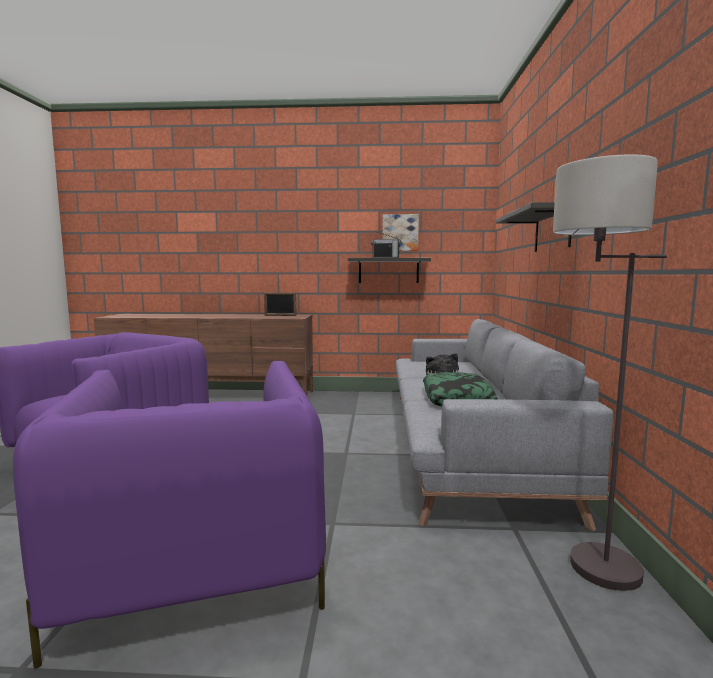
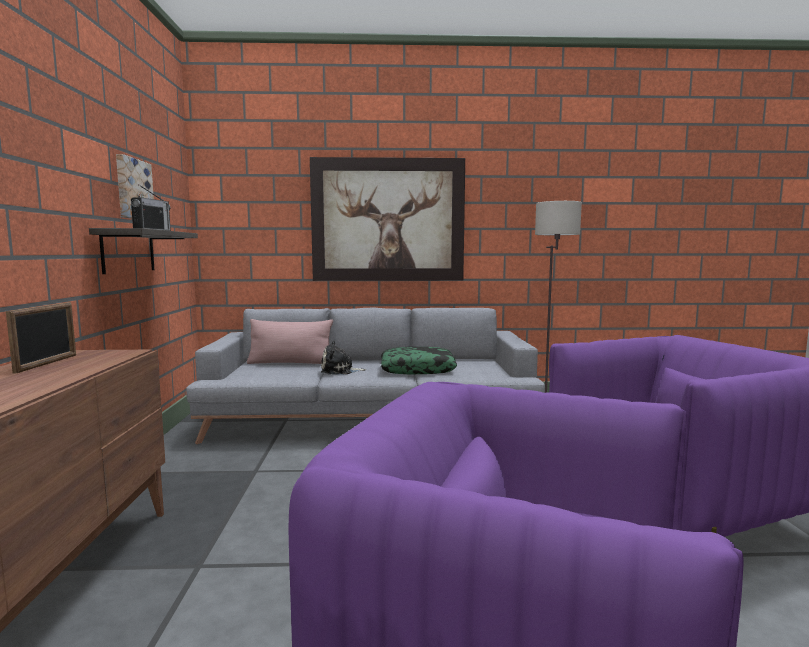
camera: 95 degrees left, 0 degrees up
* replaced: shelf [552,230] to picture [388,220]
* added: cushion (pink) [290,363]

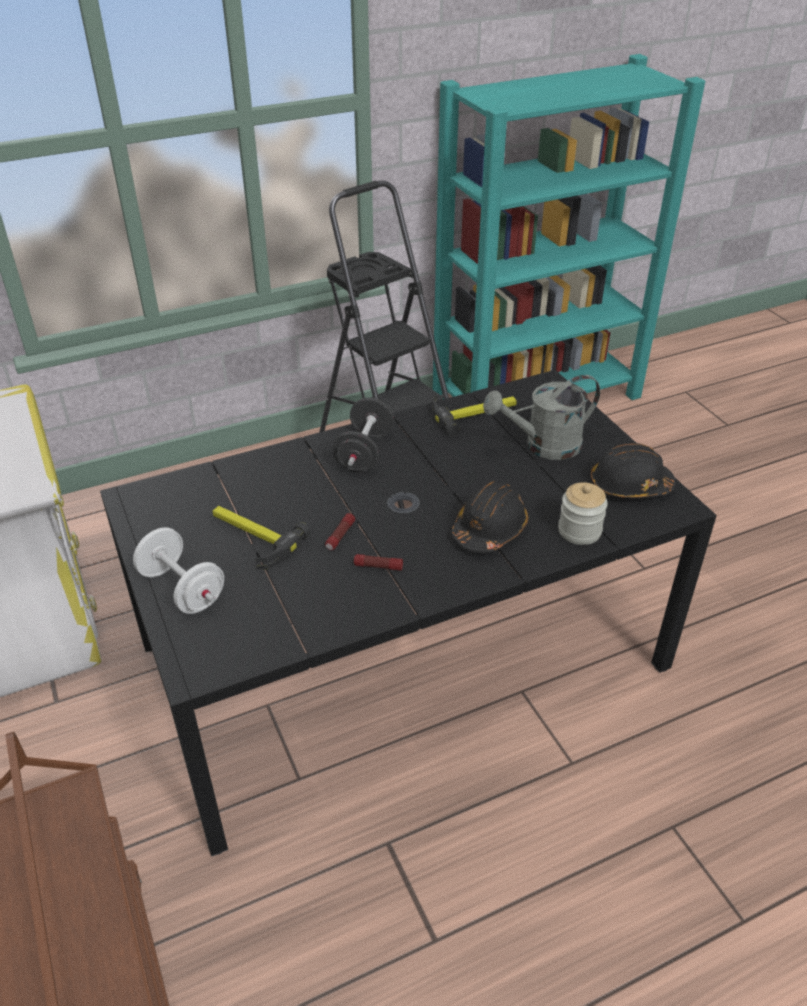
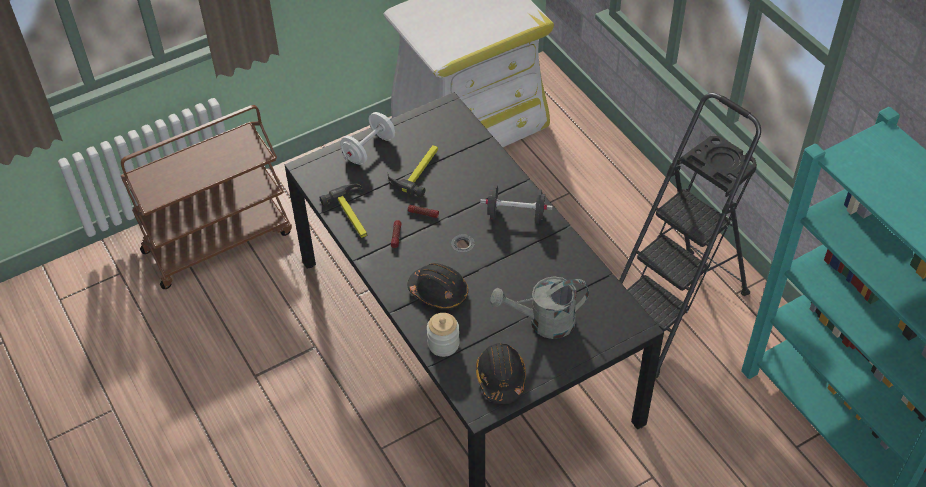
camera: 85 degrees right, 10 degrees up
* turned: watering can (greyish) [543,446] = [543,323] 75 degrees counterclockwise
* moved: tool hammer [474,413] to [353,215]

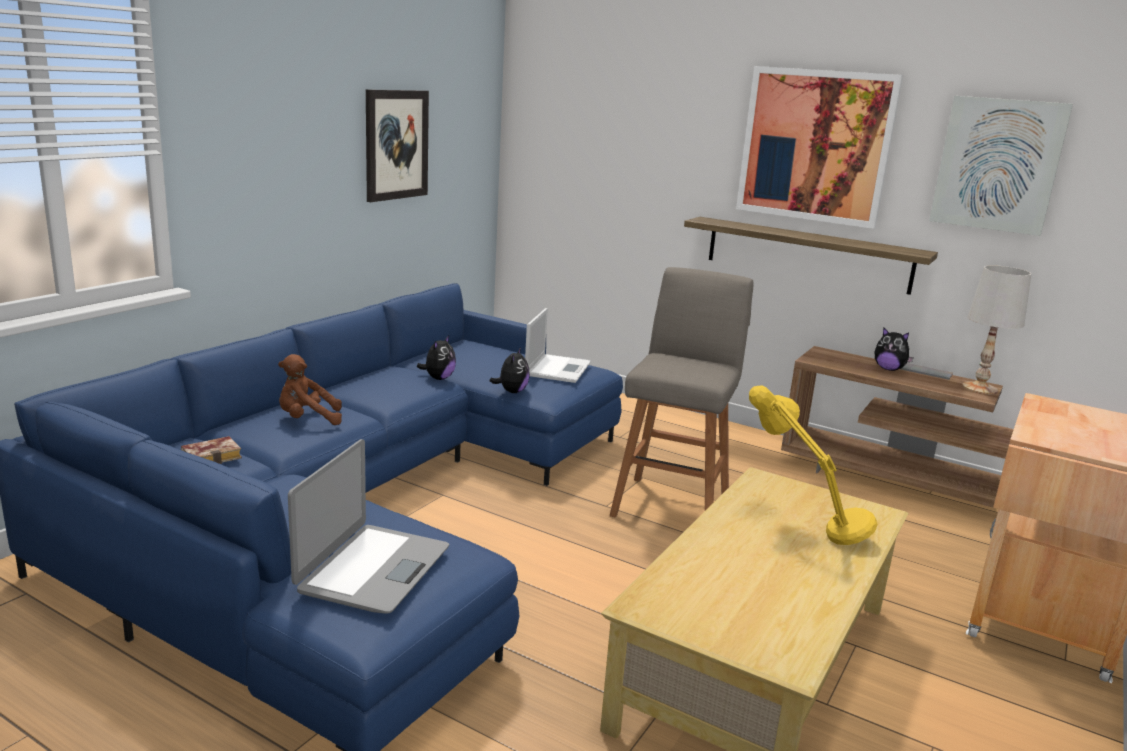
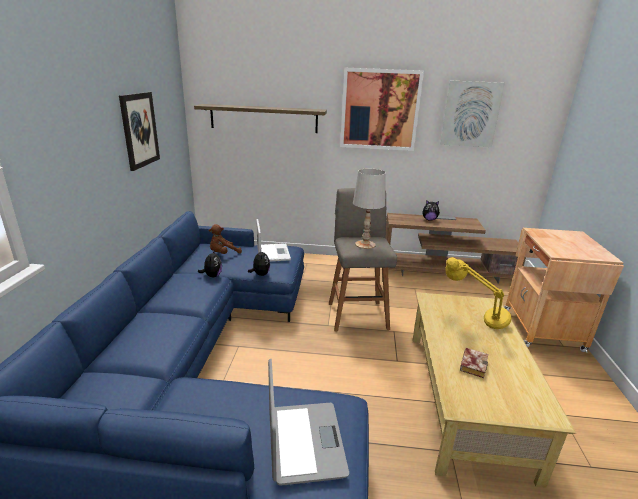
camera: 25 degrees left, 5 degrees up
* moved: shelf [807,254] to [263,118]
* moved: tabletop lamp (white) [980,388] to [365,244]
* moved: cuddly toy (brown-coloured) [307,420] to [223,254]
* moved: volume [213,456] to [472,364]

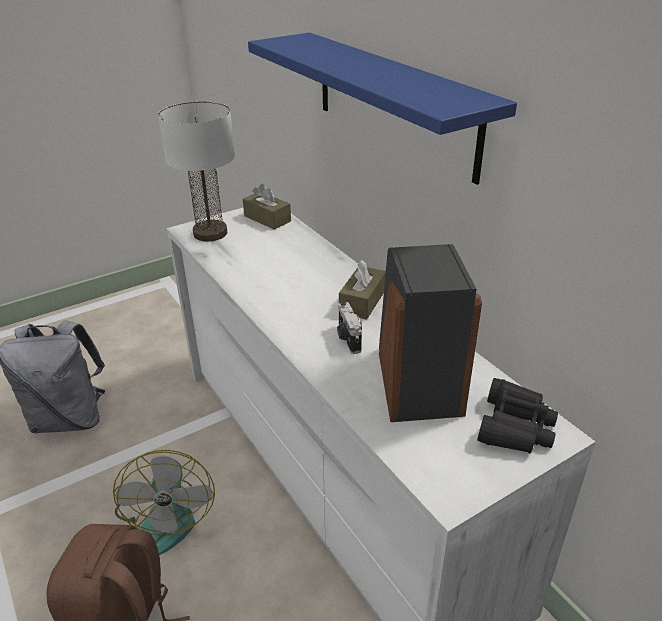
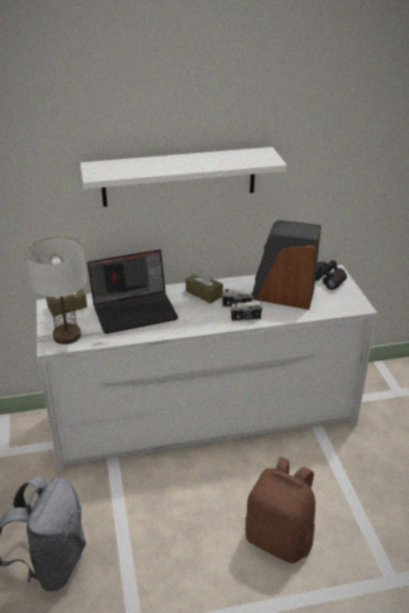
camera: 70 degrees left, 0 degrees up
* recoloured: shelf (blue-coloured) [393,102] to shelf (white) [179,177]
* removed: fan [166,517]
* added: notebook computer [135,310]
* added: still camera [246,319]

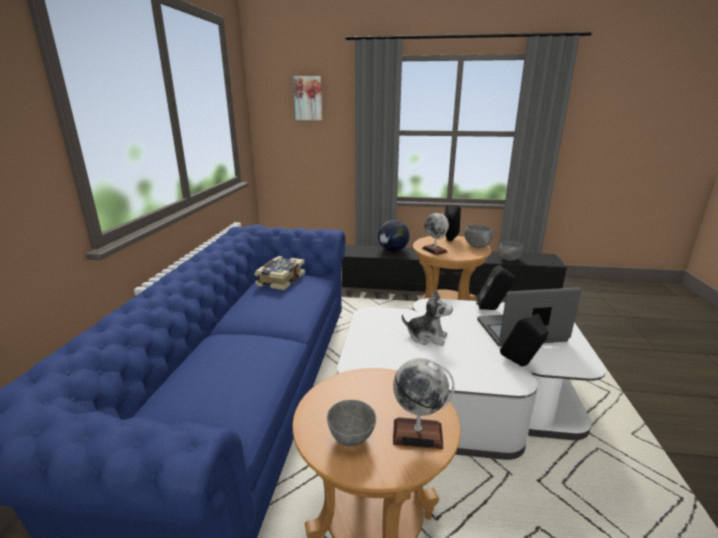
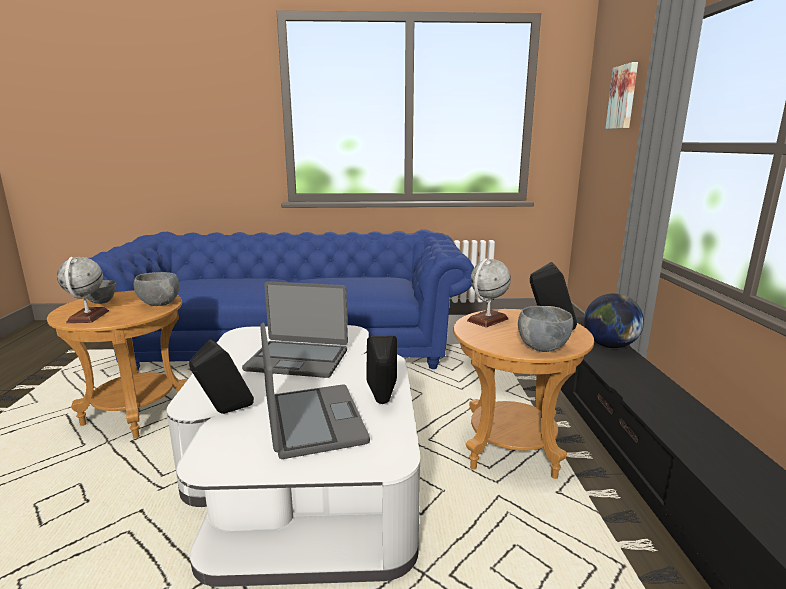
camera: 80 degrees right, 5 degrees down
* moved: bowl (greyish) [509,259] to [159,304]
* removed: volume [280,280]
* replaced: cuddly toy [427,337] to notebook computer [298,359]

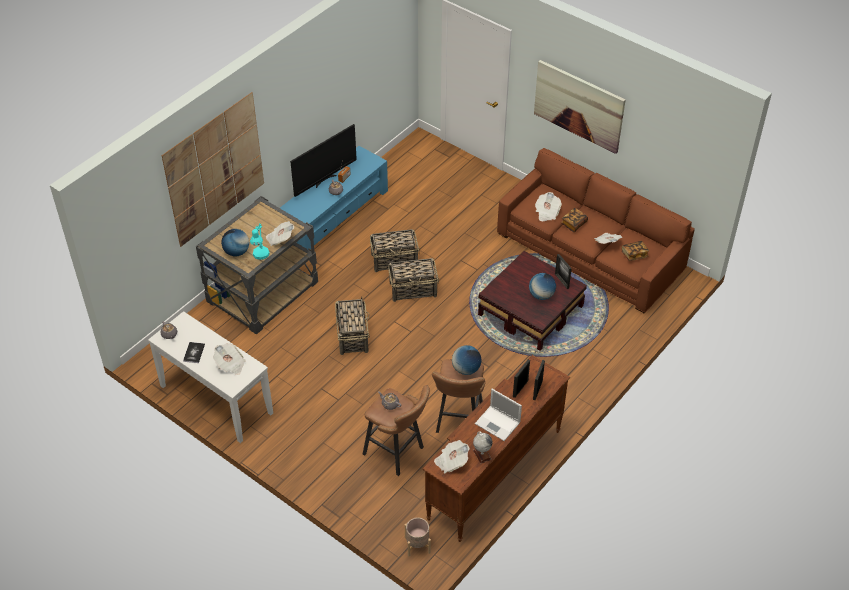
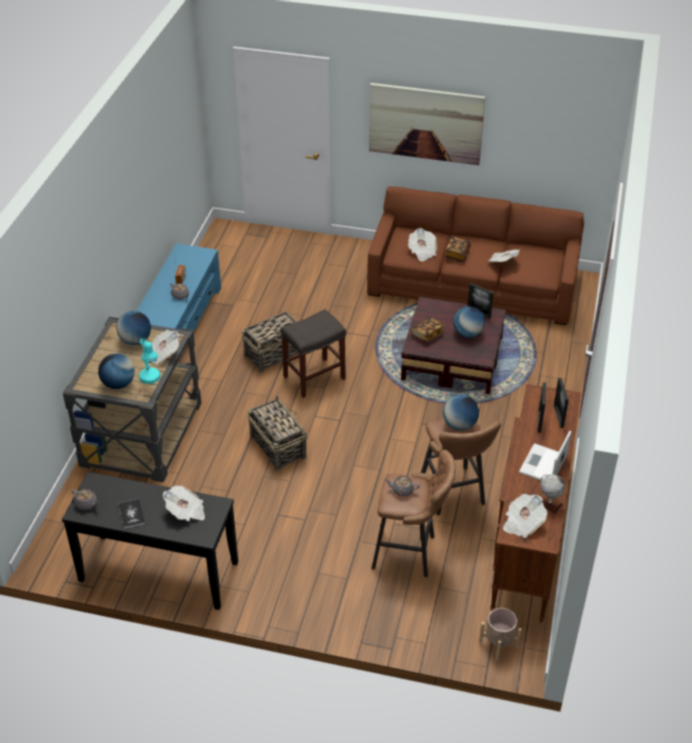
camera: 25 degrees left, 5 degrees down
* removed: picture [215,169]
* removed: TV [324,180]
* moved: volume [634,254] to [427,335]
* replaced: basket [413,289] to stool (greyish) [314,377]
* recoloured: hall table (white) [216,400] to hall table (black-coloured) [158,572]
* turned: notebook computer [498,423] = [543,465] 105 degrees clockwise
* added: globe [135,340]

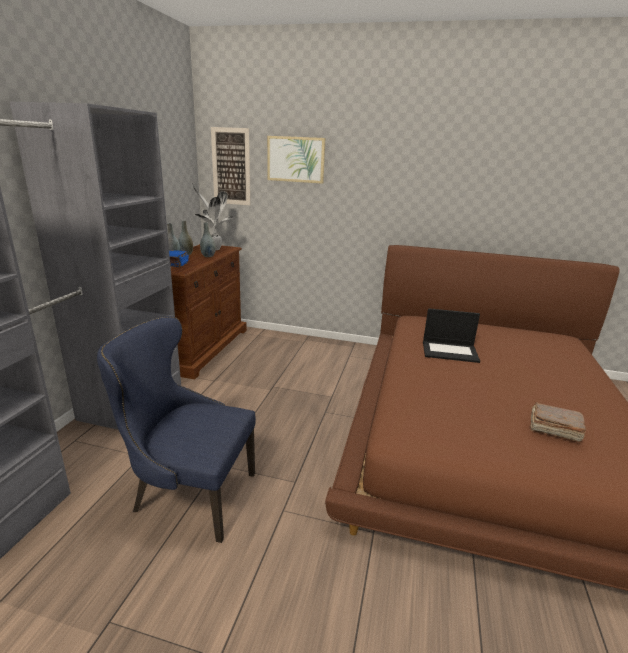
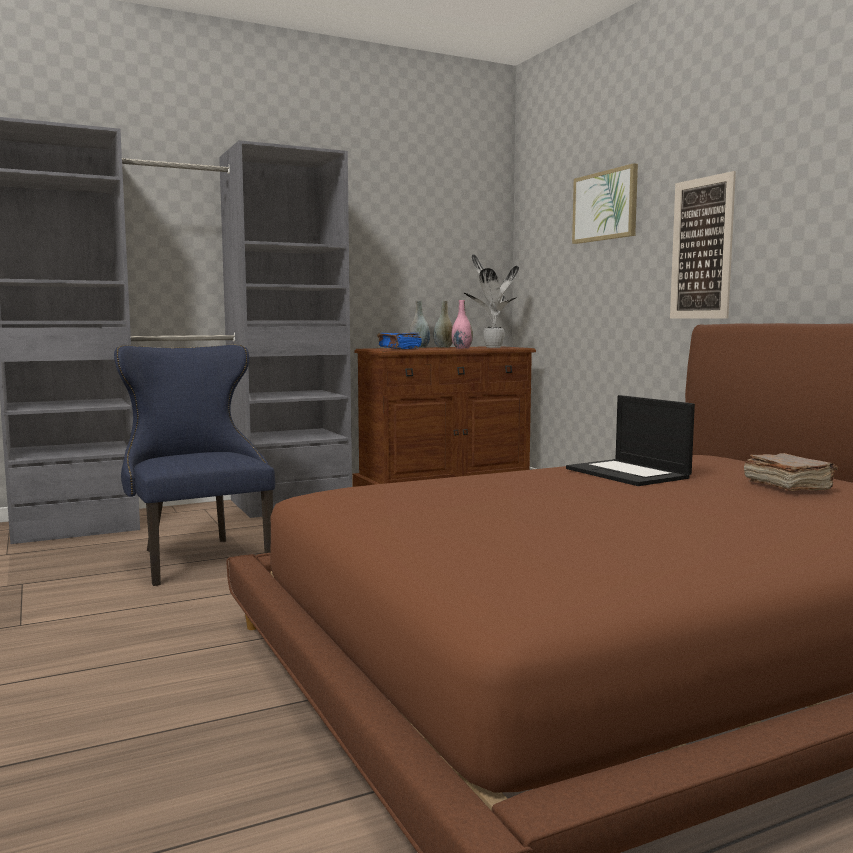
camera: 50 degrees right, 15 degrees down
* moved: picture [231,166] to [702,248]
* recoloured: flower vase (greyish) [208,256] to flower vase (pink) [462,348]
* moved: volume (brown-coloured) [553,429] to [787,486]

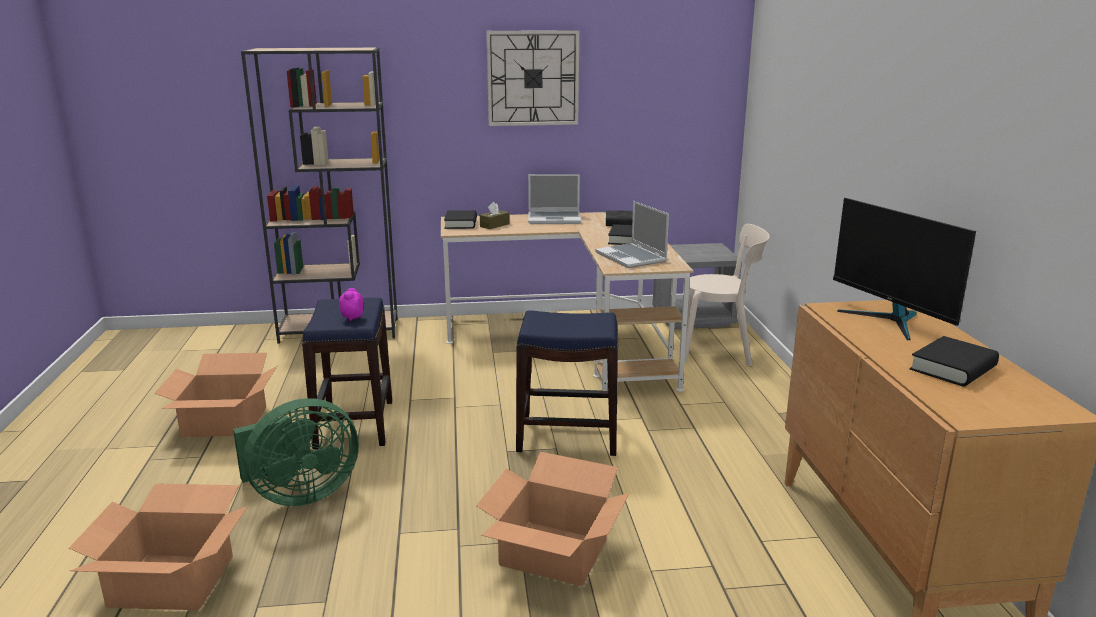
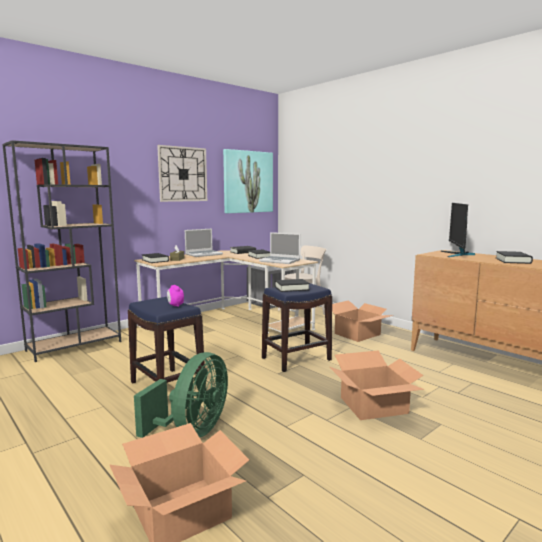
camera: 35 degrees left, 10 degrees down
* turned: monitor [891,320] = [457,254] 75 degrees clockwise
* moved: carton [225,422] to [358,334]
* added: picture [248,182]
* added: volume (black-coloured) [291,288]

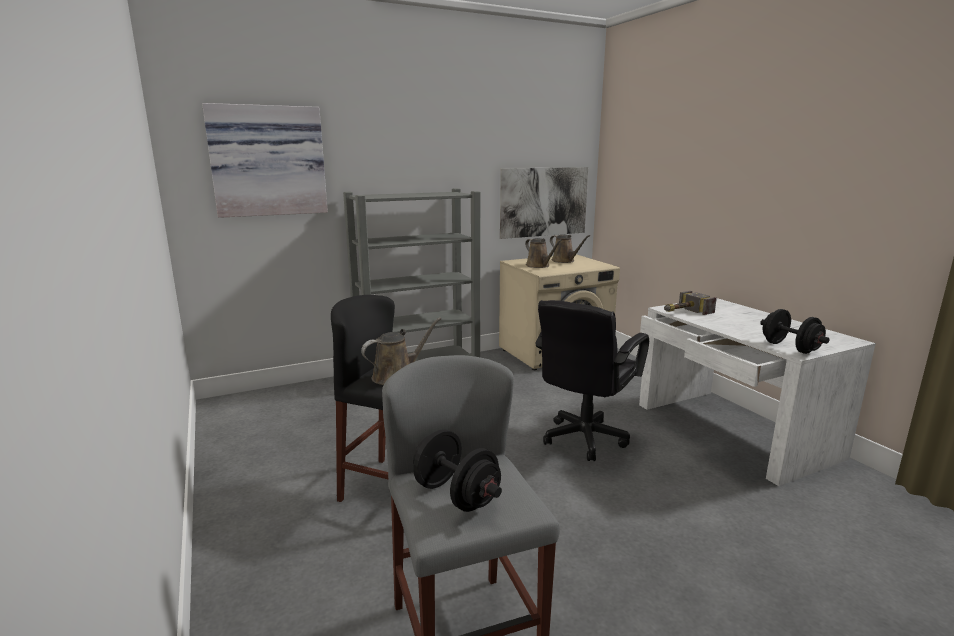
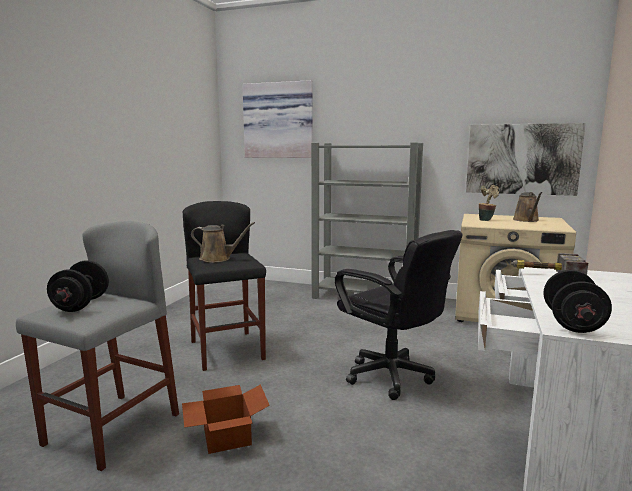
camera: 45 degrees right, 5 degrees down
* replaced: watering can (brown-coloured) [539,266] to potted plant [486,220]
* turned: desk chair (black-coloured) [583,442] = [394,379] 120 degrees counterclockwise
* added: carton [225,436]

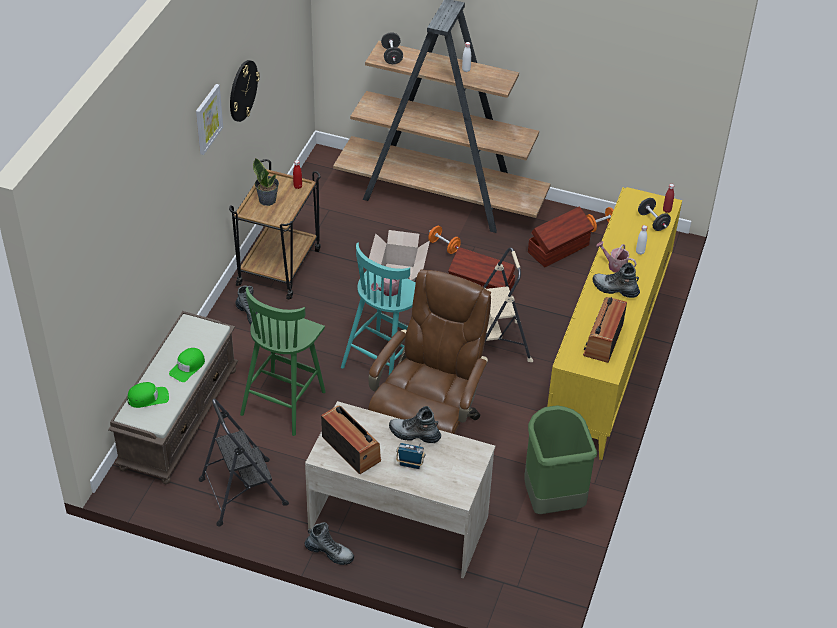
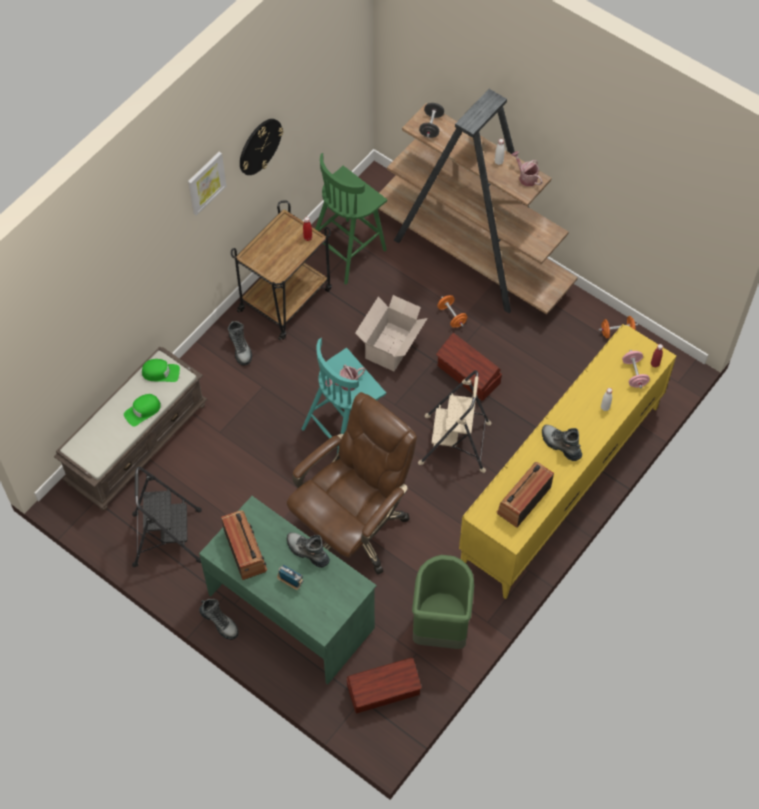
camera: 20 degrees right, 15 degrees up
* removed: potted plant [267,200]
* recoloured: dumbbell (black-coloured) [652,221] to dumbbell (pink) [634,374]
* moved: storage container (brown-coloured) [559,249] to [384,691]
* moved: watering can [614,265] to [526,177]
* moved: stool (greenish) [284,400] to [348,249]
* moved: peaked cap (greenish) [148,398] to [161,372]
* recoloured: desk unit (beige-coloured) [399,522] to desk unit (greenish) [292,610]

